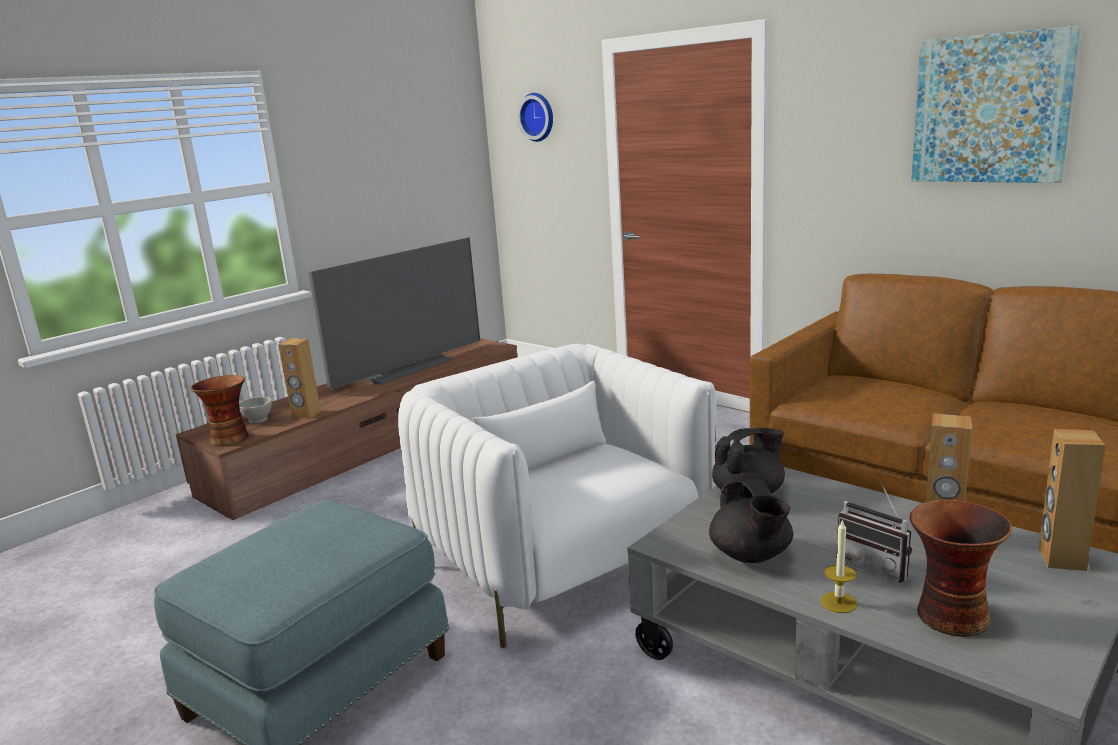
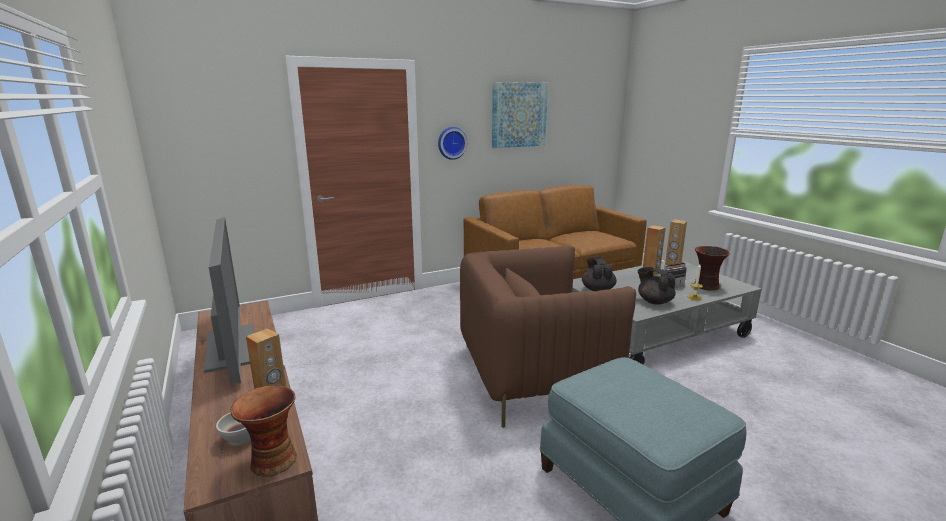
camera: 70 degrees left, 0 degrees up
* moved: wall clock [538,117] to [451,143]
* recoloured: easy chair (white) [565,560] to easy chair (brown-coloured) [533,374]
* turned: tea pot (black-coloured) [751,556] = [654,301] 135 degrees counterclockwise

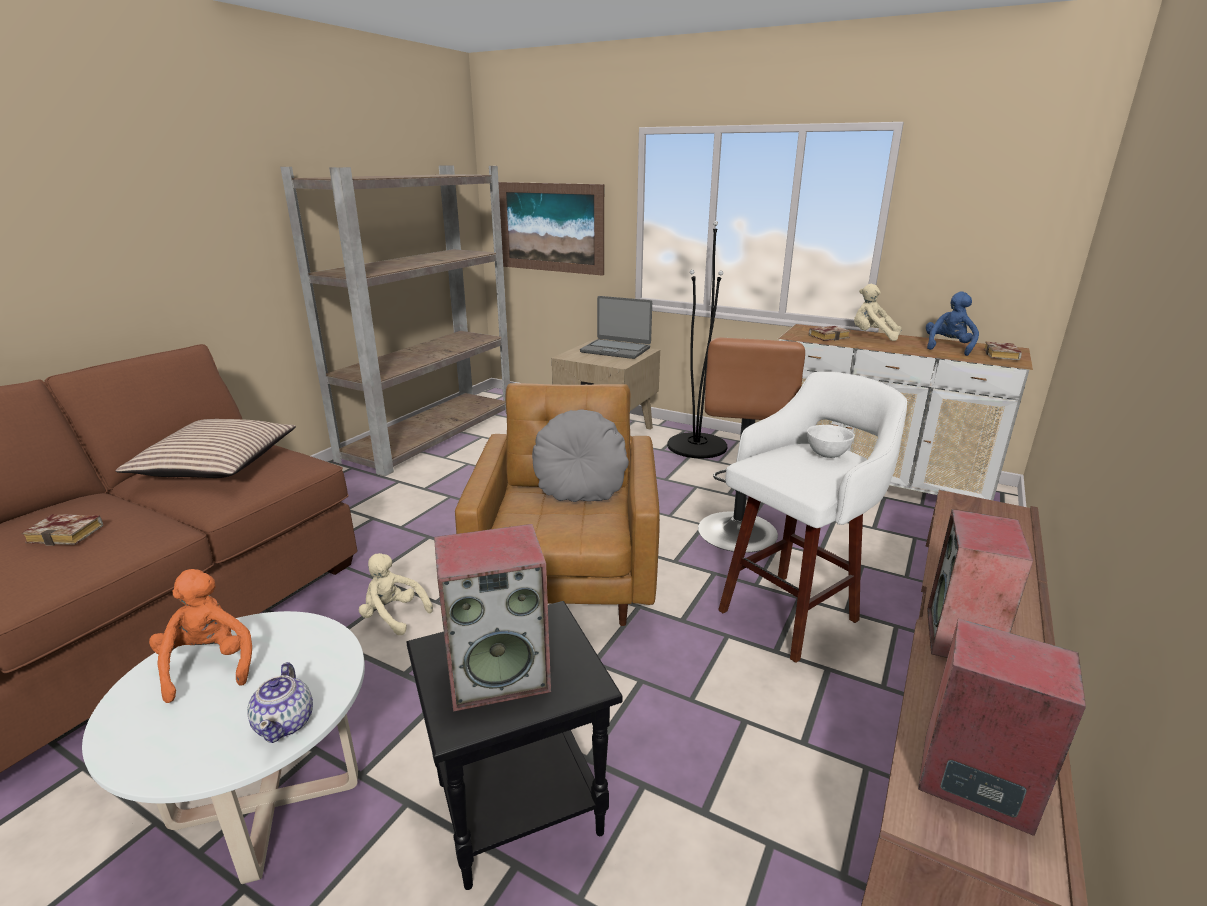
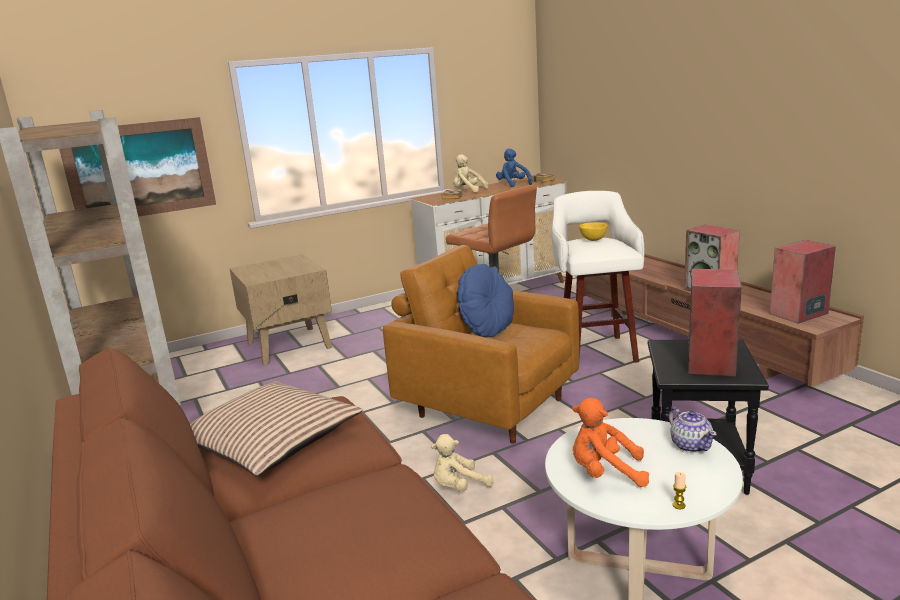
camera: 55 degrees left, 5 degrees down
* removed: floor lamp (black-coloured) [697,446]
* turned: cuddly toy (beige-coloured) [872,336] = [468,191] 60 degrees clockwise
* removed: notebook computer [616,350]
* recoloured: cushion (greyish) [580,495] to cushion (blue-coloured) [487,332]
* recoloured: bowl (white) [826,455] to bowl (yellow) [593,240]
* removed: volume [69,534]
* turned: tea pot [286,723] = [691,445] 45 degrees clockwise
* added: candle [678,505]

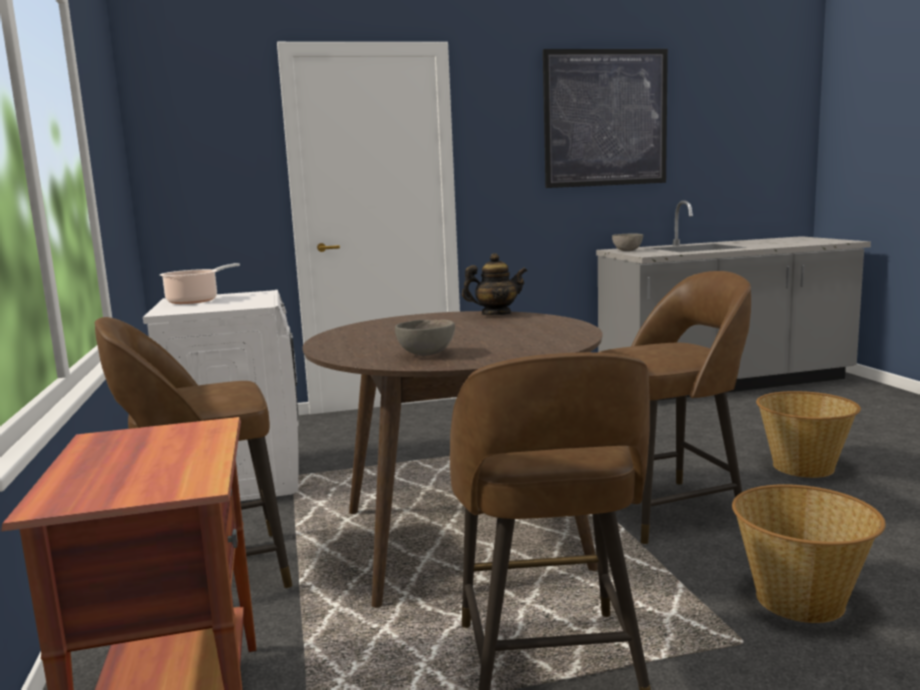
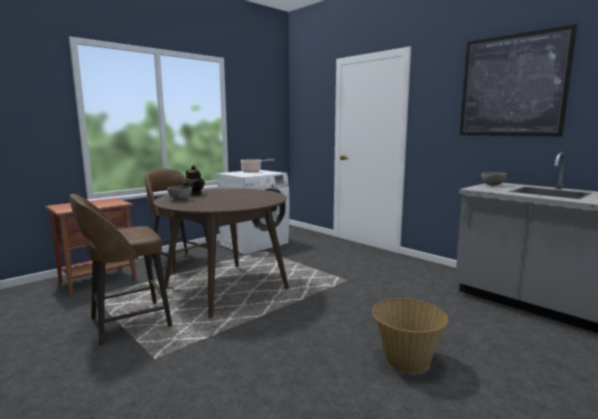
camera: 60 degrees right, 0 degrees up
* moved: tea pot [495,314] to [195,194]
* removed: stool (brown-coloured) [668,510]
* removed: basket [801,601]

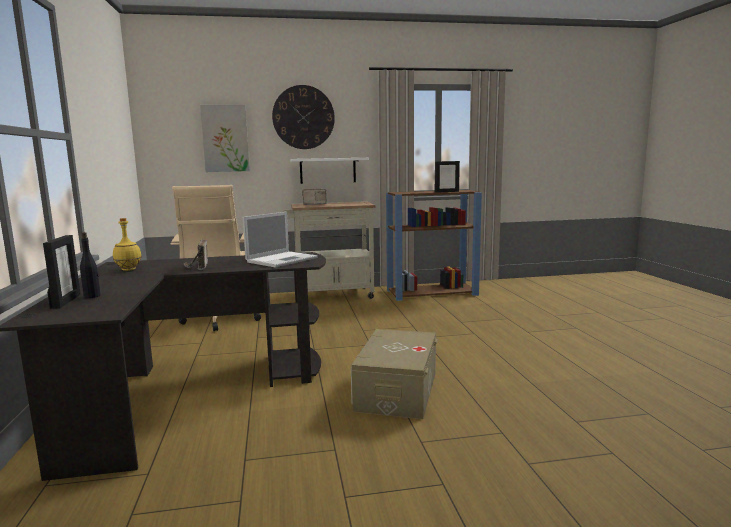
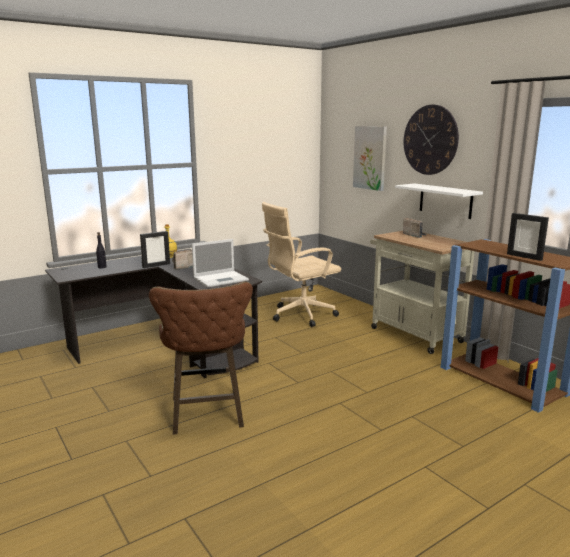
camera: 65 degrees right, 5 degrees up
* turned: notebook computer [282,260] = [221,279] 45 degrees counterclockwise
* moved: standing frame [66,301] to [156,265]
* replaced: storage container (beige-coloured) [397,391] to stool (brown-coloured) [207,414]

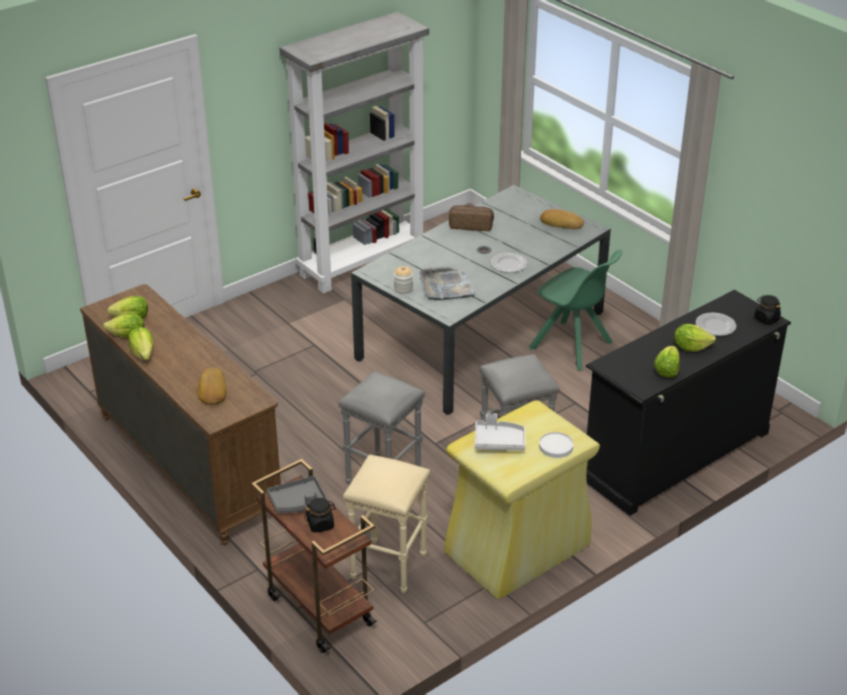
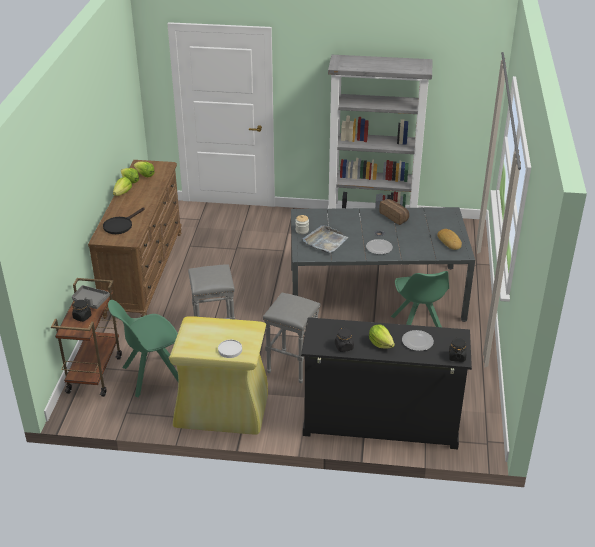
camera: 45 degrees right, 0 degrees up
* replaced: head of lettuce [667,370] to preserve jar (black-coloured) [344,347]
* replaced: bread [211,390] to frying pan (black-coloured) [120,225]
* removed: serving tray (greyish) [499,441]
* replaced: stool (beige-coloured) [386,566] to chair (greenish) [151,375]

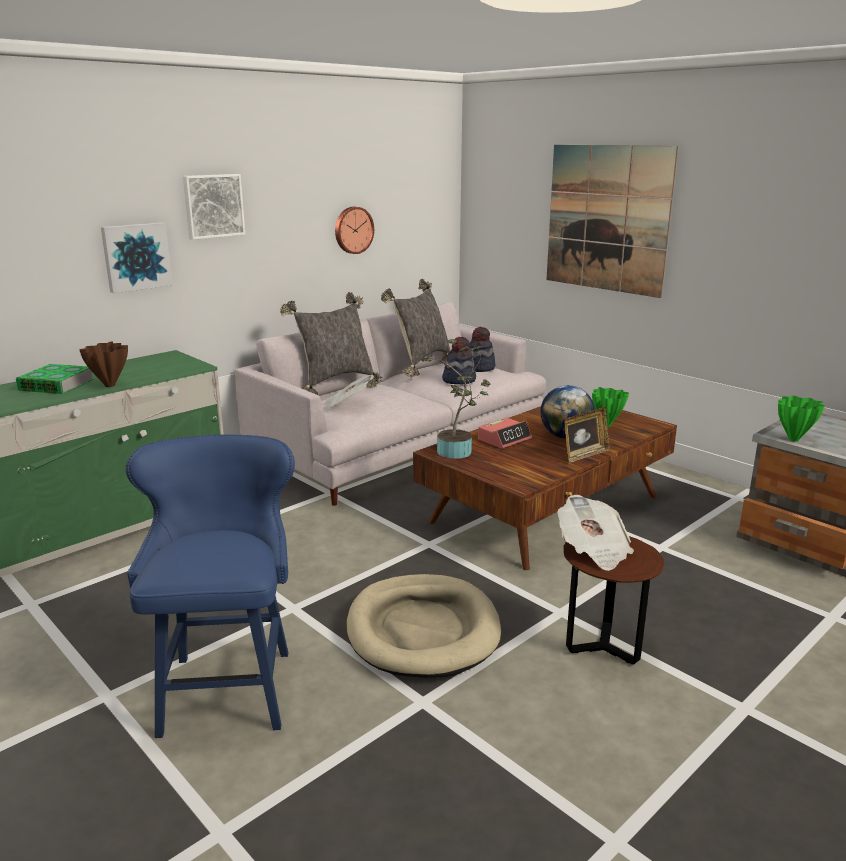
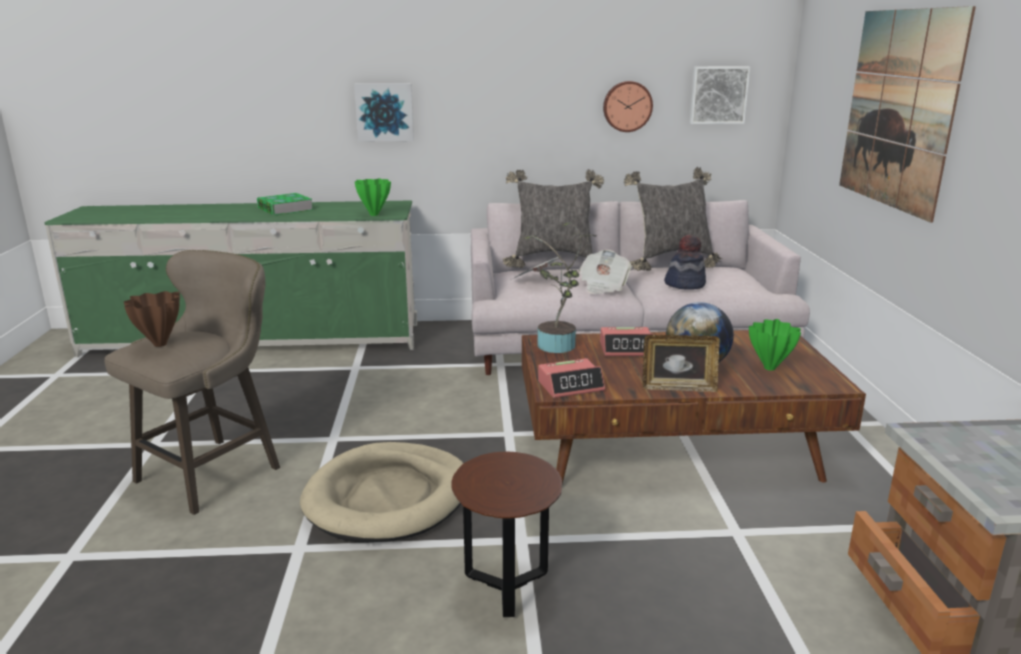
camera: 40 degrees right, 0 degrees up
* moved: picture [213,206] to [718,95]
* removed: hat [478,368]
* moved: flower vase (brown-coloured) [109,386] to [159,345]
* moved: flower vase (greenish) [794,439] to [374,215]
* recoloured: stool (blue-coloured) [228,686] to stool (beige-coloured) [214,471]
* moved: newspaper [593,550] to [603,286]
* added: table clock [571,386]

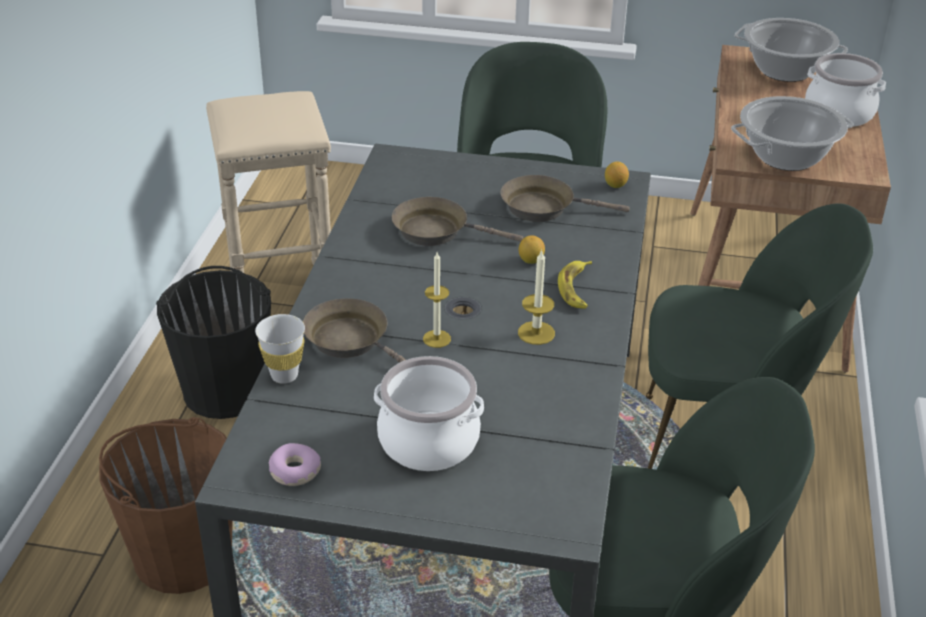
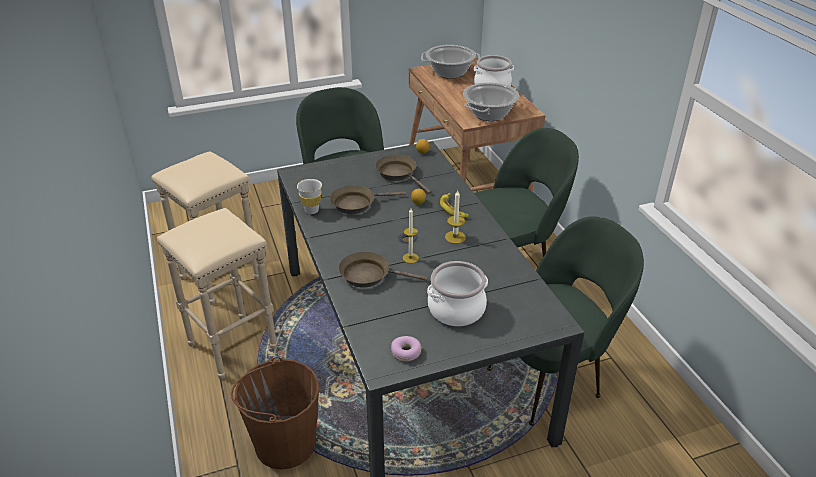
camera: 30 degrees left, 0 degrees up
* turned: frying pan (brown-coloured) [543,207] = [398,174] 75 degrees clockwise
* replaced: bucket (black-coloured) [225,390] to stool (beige-coloured) [233,344]
* moved: small cup (white) [284,375] to [311,210]

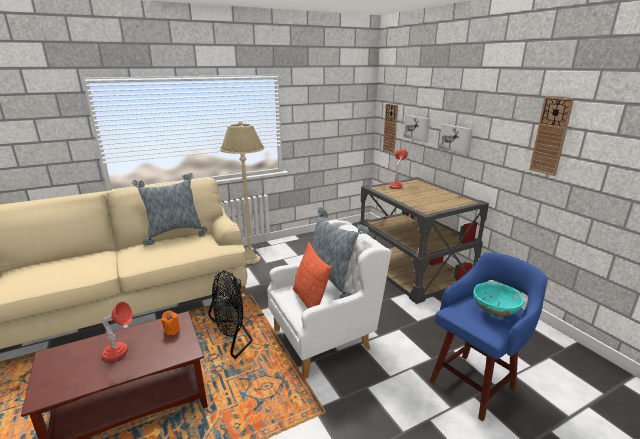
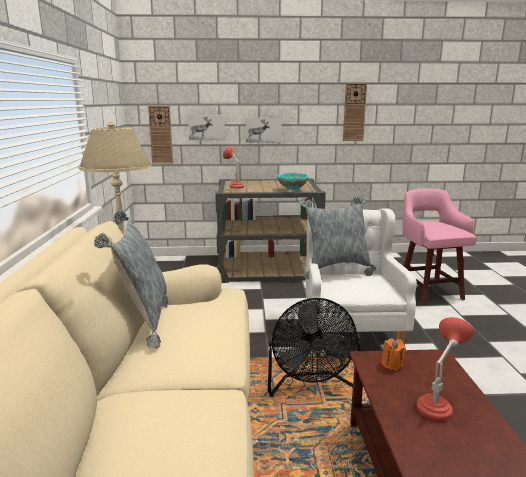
camera: 65 degrees left, 5 degrees down
* removed: cushion (orange-coloured) [310,301]
* recoloured: stool (blue-coloured) [475,384] to stool (pink) [428,291]
* moved: bowl (blue-green) [494,312] to [292,190]

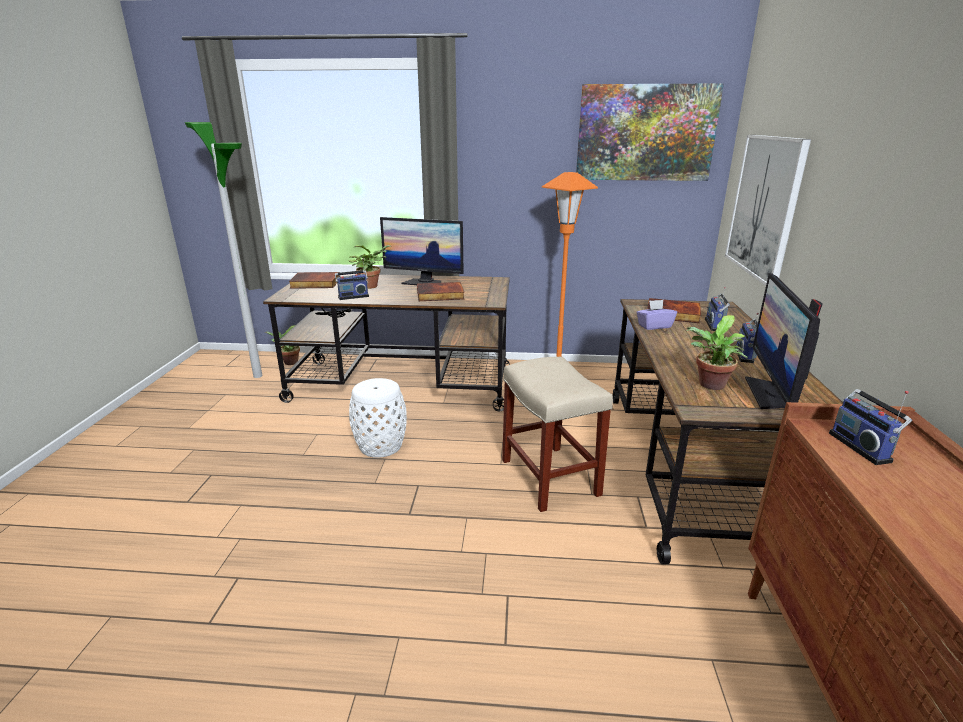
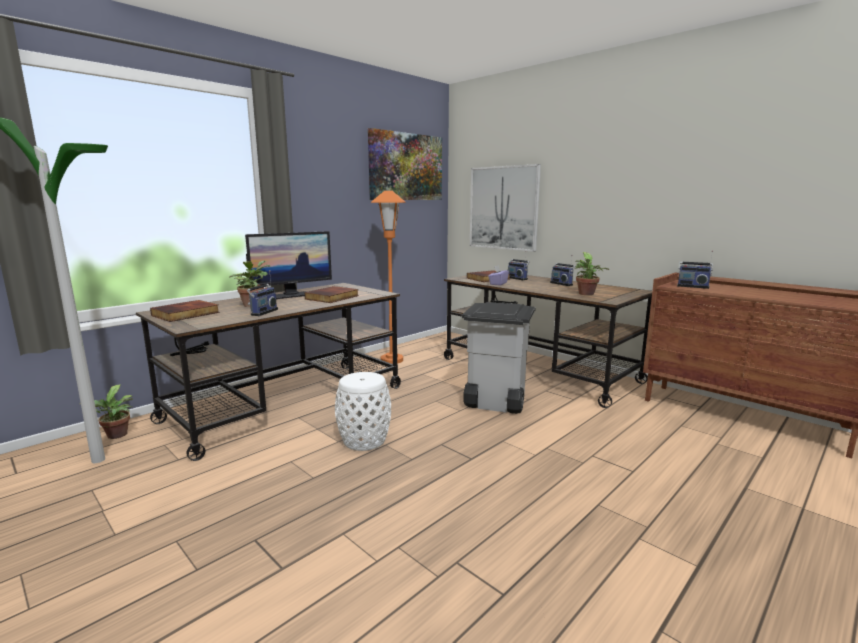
camera: 50 degrees left, 10 degrees down
* removed: monitor [771,394]
* replaced: stool (beige-coloured) [548,476] to trash can (greyish) [494,403]

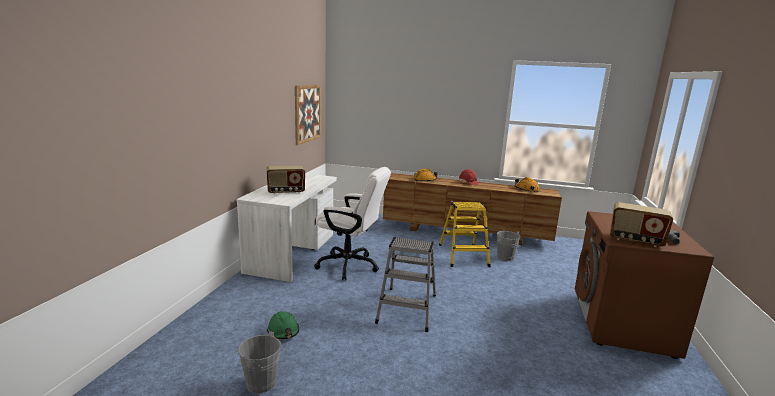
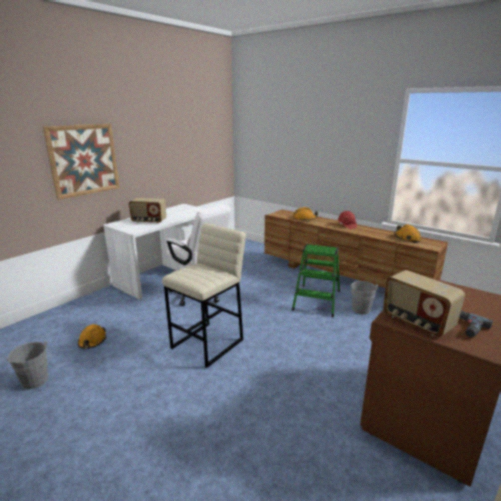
camera: 25 degrees right, 5 degrees up
* moved: picture [307,113] to [84,160]
* recoloured: stepladder (yellow) [463,255] to stepladder (greenish) [316,300]
* replaced: stepladder (greyish) [407,308] to stool (beige-coloured) [208,343]
* recoloured: safety helmet (greenish) [283,331] to safety helmet (orange-coloured) [92,341]

